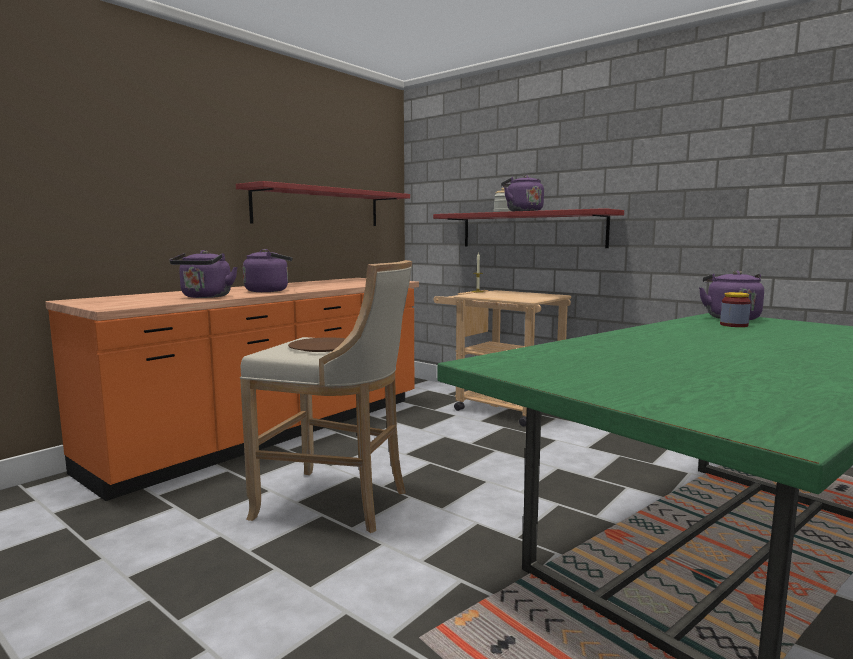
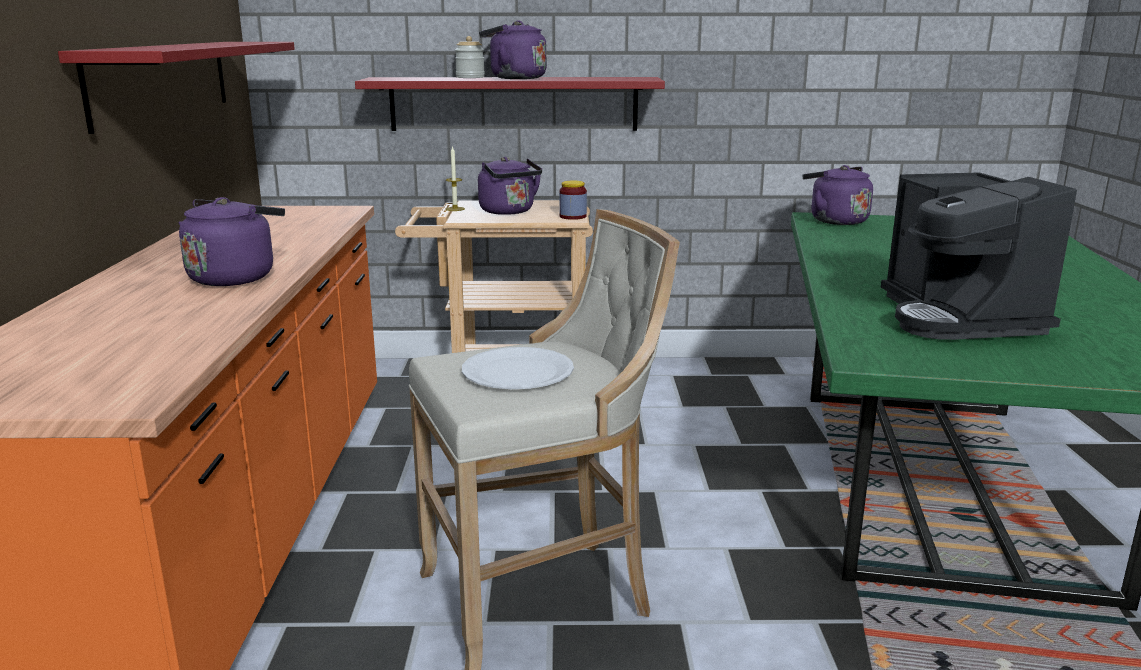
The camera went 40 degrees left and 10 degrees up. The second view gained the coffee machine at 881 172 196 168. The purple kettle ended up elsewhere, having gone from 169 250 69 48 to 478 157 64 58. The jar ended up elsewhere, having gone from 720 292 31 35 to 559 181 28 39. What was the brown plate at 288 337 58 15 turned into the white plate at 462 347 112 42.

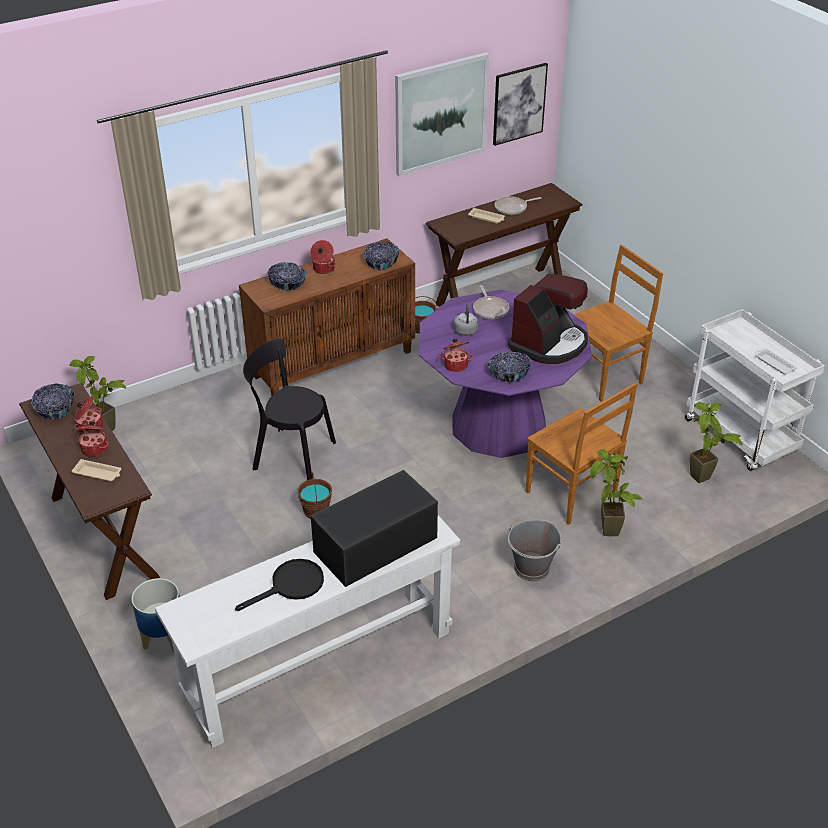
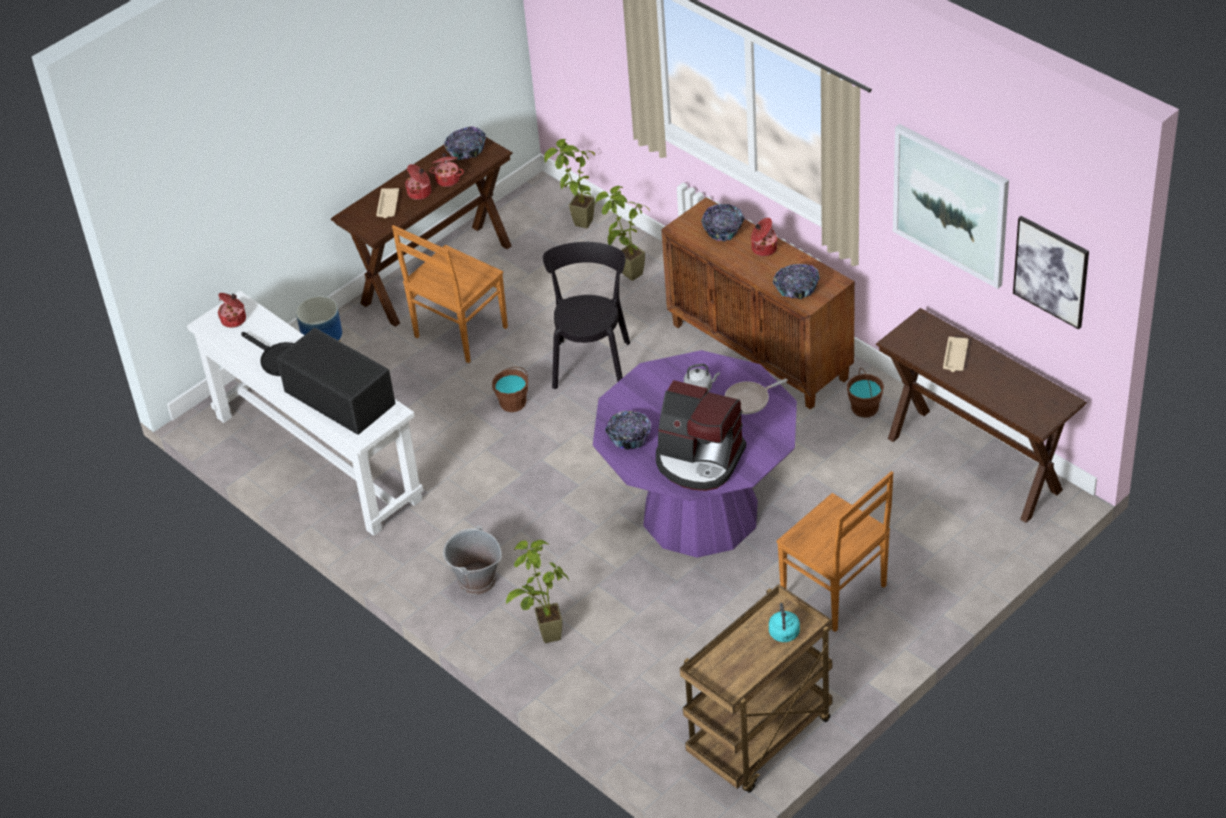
The camera went 80 degrees right and 5 degrees up. The second view lost the frying pan at 495 196 46 19. The second view lost the white tray at 755 348 42 26. The second view gained the turquoise kettle at 769 603 31 39. The cooking pot ended up elsewhere, having gone from 439 339 34 33 to 218 293 28 35. The brown chair ended up elsewhere, having gone from 526 383 112 142 to 392 225 116 138. The potted plant ended up elsewhere, having gone from 690 402 53 81 to 595 186 55 95. What was the white cart at 685 309 140 162 turned into the brown cart at 680 584 152 208.

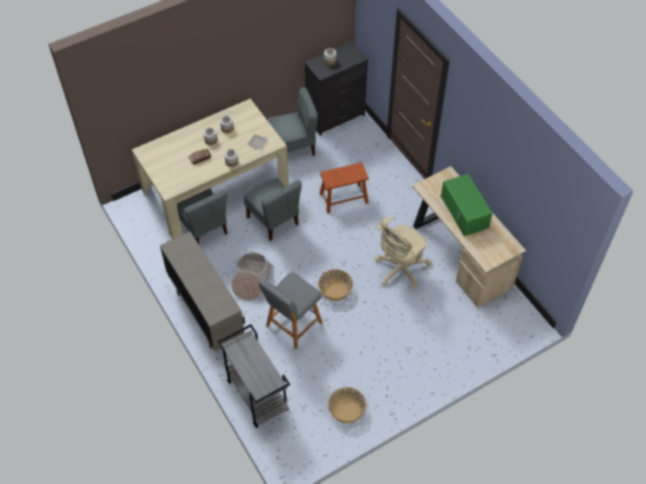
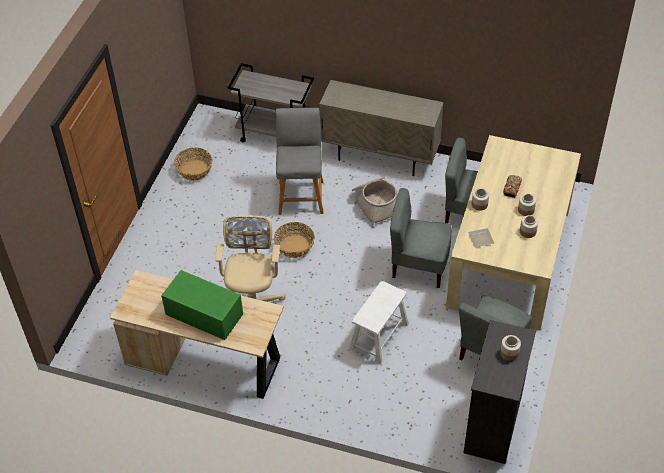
The camera went 140 degrees right and 5 degrees down. What was the brown stool at 320 163 49 50 turned into the white stool at 349 281 60 83.

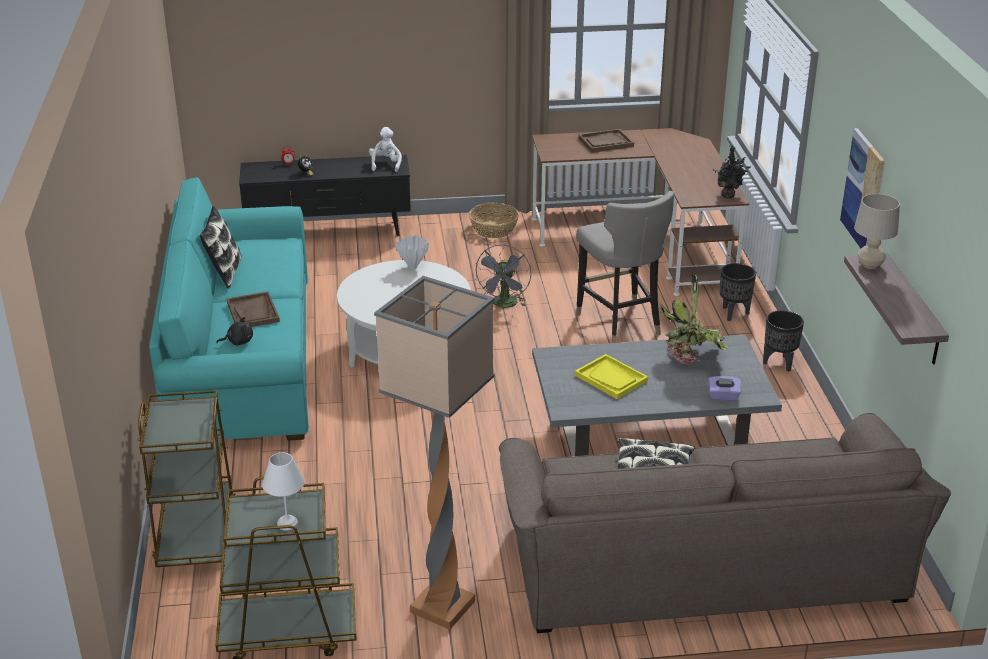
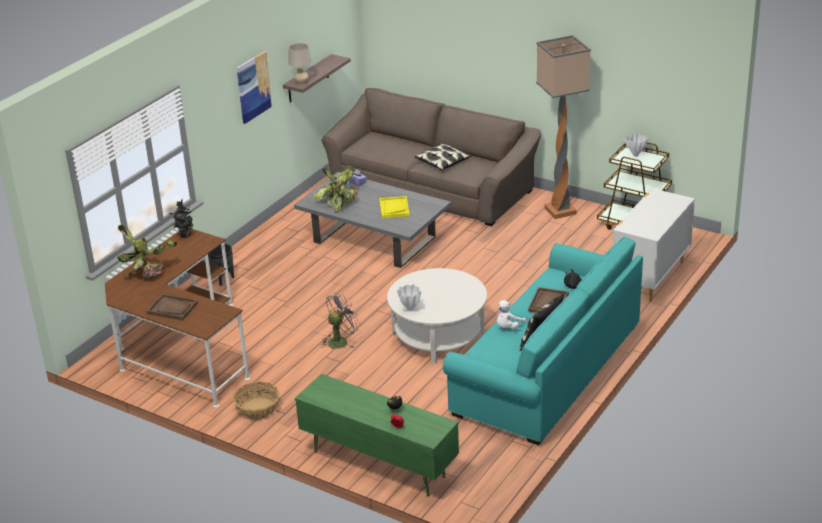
The camera went 140 degrees left and 0 degrees up. The second view lost the grey stool at 576 191 98 152. The second view lost the black planter at 763 310 41 62. The second view gained the potted plant at 118 225 59 53. The white plush toy ended up elsewhere, having gone from 369 127 33 45 to 497 300 29 29. Where the brown cart stood at 137 390 98 177, the white dresser came to stand at 612 188 83 114. Where the white table lamp stood at 262 452 43 79, the white vase came to stand at 625 133 23 24. What was the black tv stand at 239 155 172 81 turned into the green tv stand at 295 374 164 122.

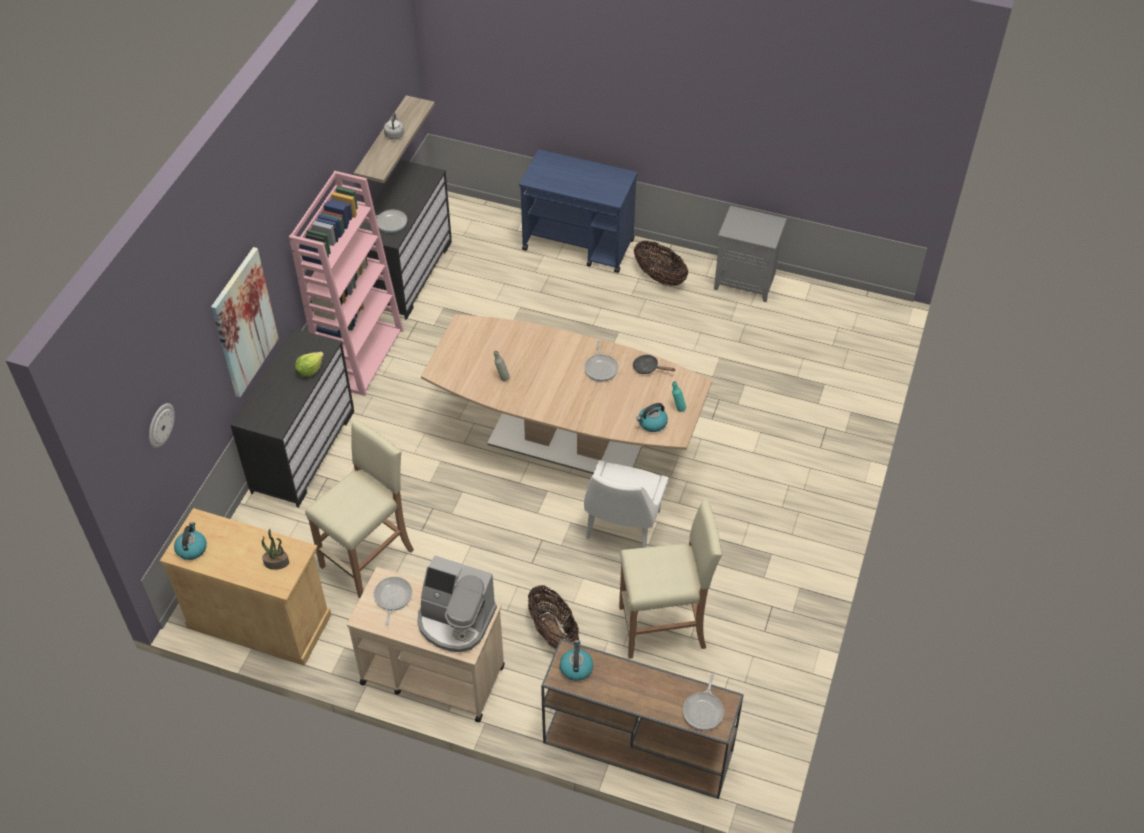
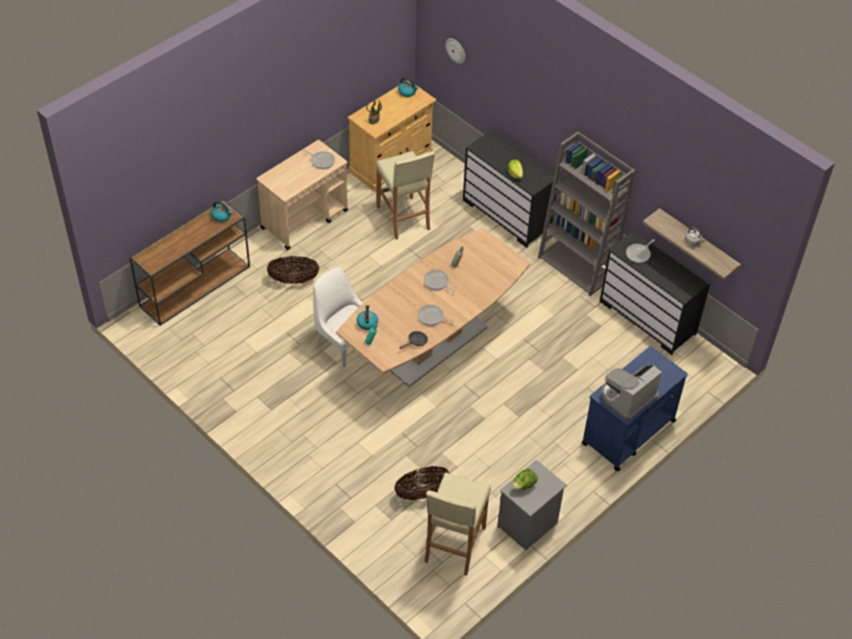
The camera went 115 degrees right and 0 degrees up. The second view lost the picture at 211 247 68 150. The second view gained the lettuce at 512 469 26 21. The coffee machine ended up elsewhere, having gone from 418 555 79 97 to 601 365 61 55. The beige stool ended up elsewhere, having gone from 619 500 103 159 to 424 473 67 103. The basket ended up elsewhere, having gone from 634 240 54 46 to 394 466 56 34. The frying pan ended up elsewhere, having gone from 683 674 41 56 to 424 270 32 23. What was the pink bookcase at 289 171 114 225 turned into the grey bookcase at 538 132 97 164.

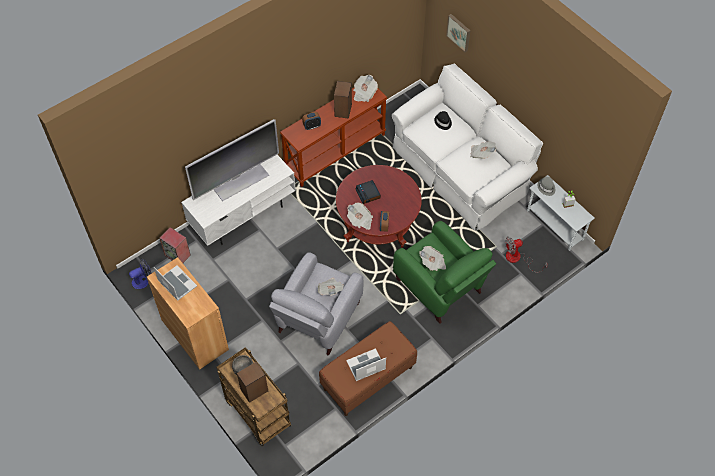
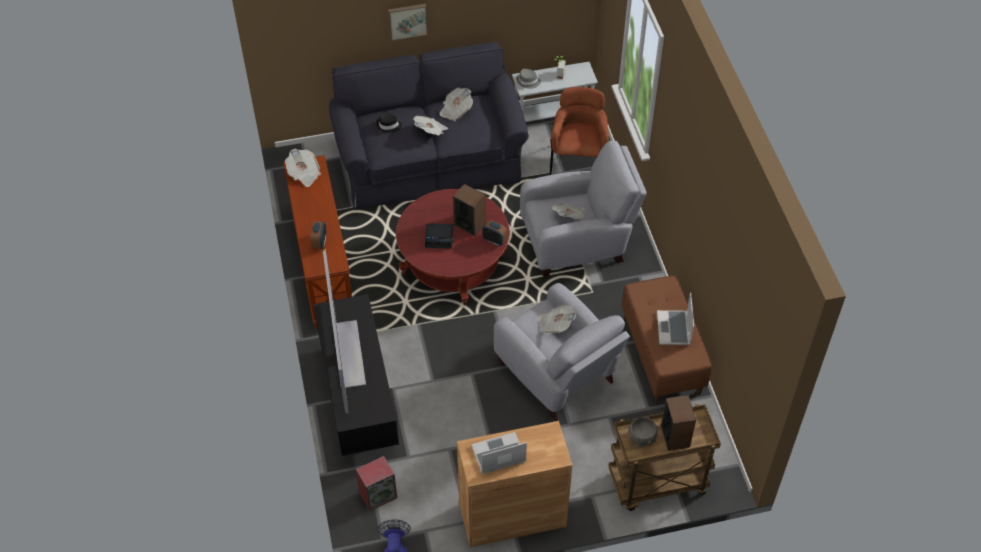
The camera went 65 degrees left and 5 degrees down. The speaker ended up elsewhere, having gone from 334 81 18 38 to 453 184 33 52. The newspaper ended up elsewhere, having gone from 347 203 26 27 to 413 116 35 19. The picture ended up elsewhere, having gone from 446 14 24 38 to 388 4 40 37. Where the fan stood at 505 237 43 35, the brown armchair came to stand at 550 87 59 88. What was the white tv stand at 181 155 115 91 turned into the black tv stand at 313 294 86 162. What was the white sofa at 392 63 151 168 turned into the black sofa at 329 42 200 168. What was the green armchair at 393 221 103 103 turned into the grey armchair at 520 140 127 138.

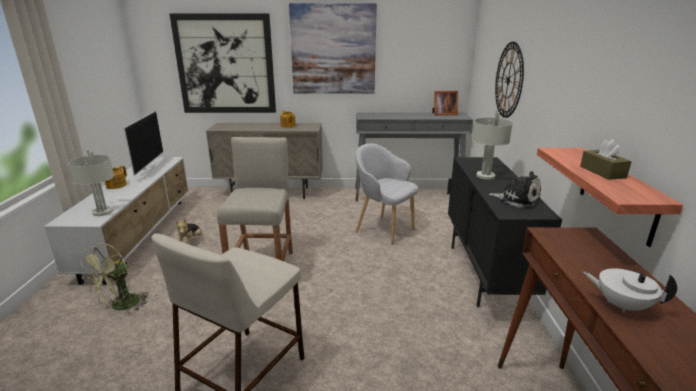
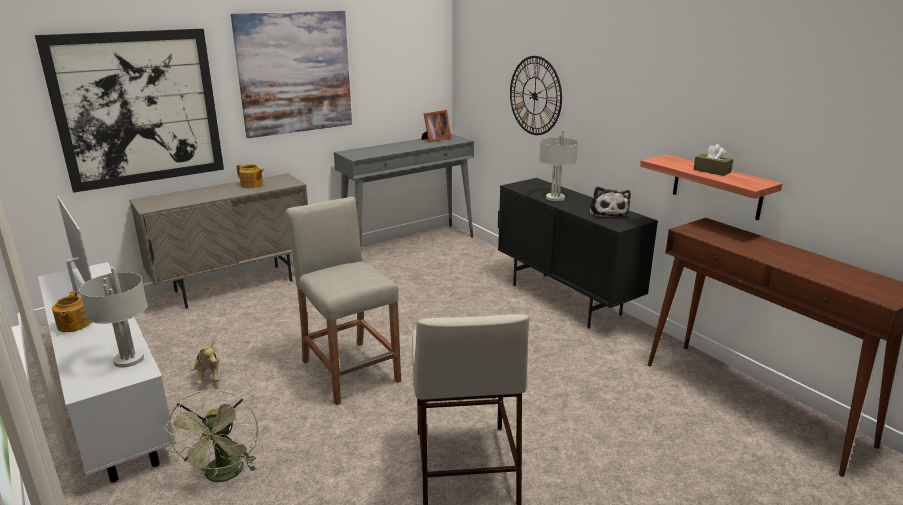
The camera went 35 degrees left and 0 degrees up. The second view lost the grey armchair at 355 143 63 101. The second view lost the white teapot at 583 268 94 45. The plush toy at 488 171 53 37 ended up facing another way, 90 degrees clockwise from before.

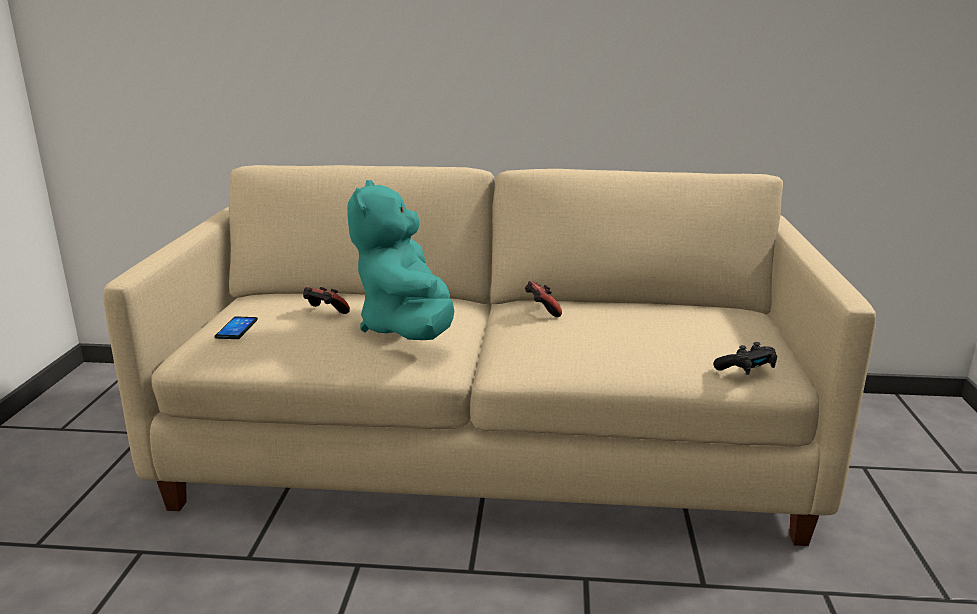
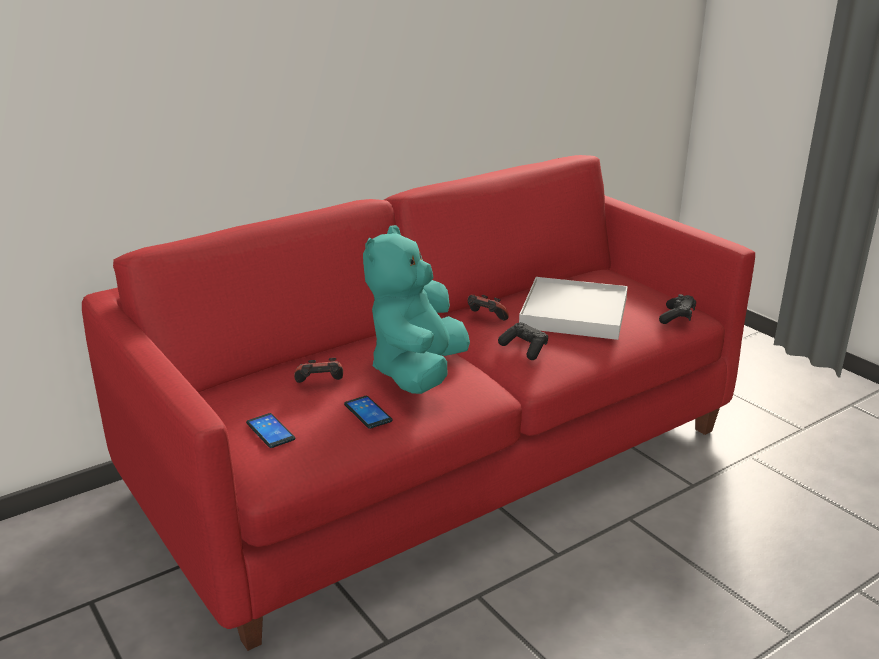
The camera went 40 degrees left and 5 degrees up. The second view gained the phone at 344 396 49 33. The second view gained the black game controller at 498 323 50 37. The second view gained the white tray at 519 277 109 63. What was the beige sofa at 103 165 773 381 turned into the red sofa at 82 155 673 496. The turquoise plush toy at 347 180 107 160 ended up facing another way, 60 degrees clockwise from before.

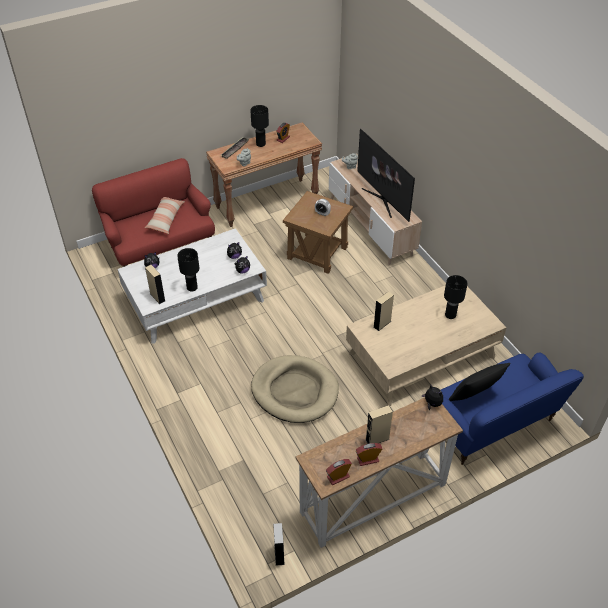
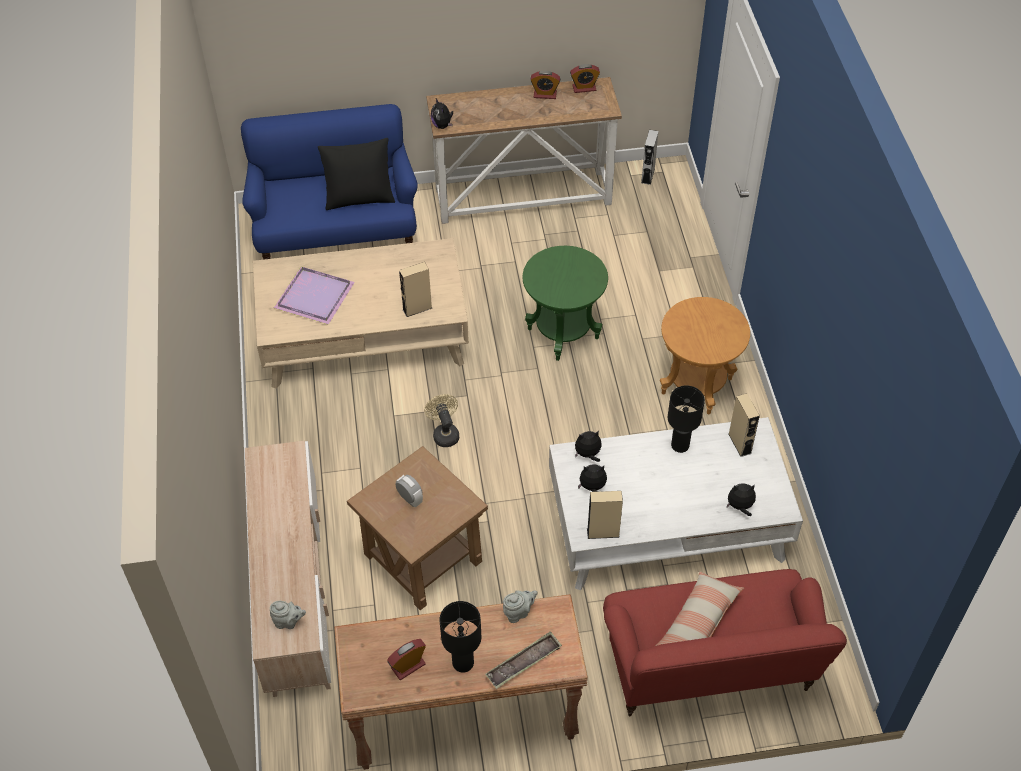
The camera went 160 degrees left and 5 degrees up. The second view lost the television at 357 129 58 93. The second view gained the beige fan at 424 394 35 53. The second view gained the brown side table at 660 297 90 117. The beige speaker ended up elsewhere, having gone from 365 405 28 39 to 587 491 36 48. Where the beige dog bed stood at 251 355 88 68, the green side table came to stand at 522 246 86 115. Where the black table lamp stood at 444 275 24 44, the purple tray came to stand at 274 267 81 57.

